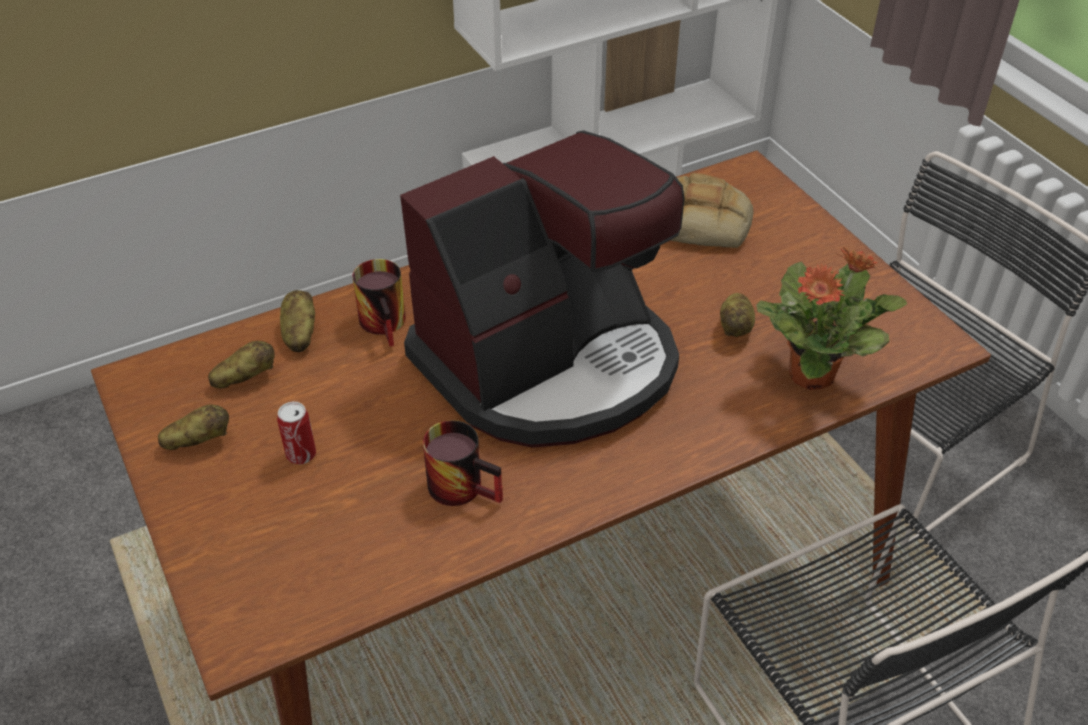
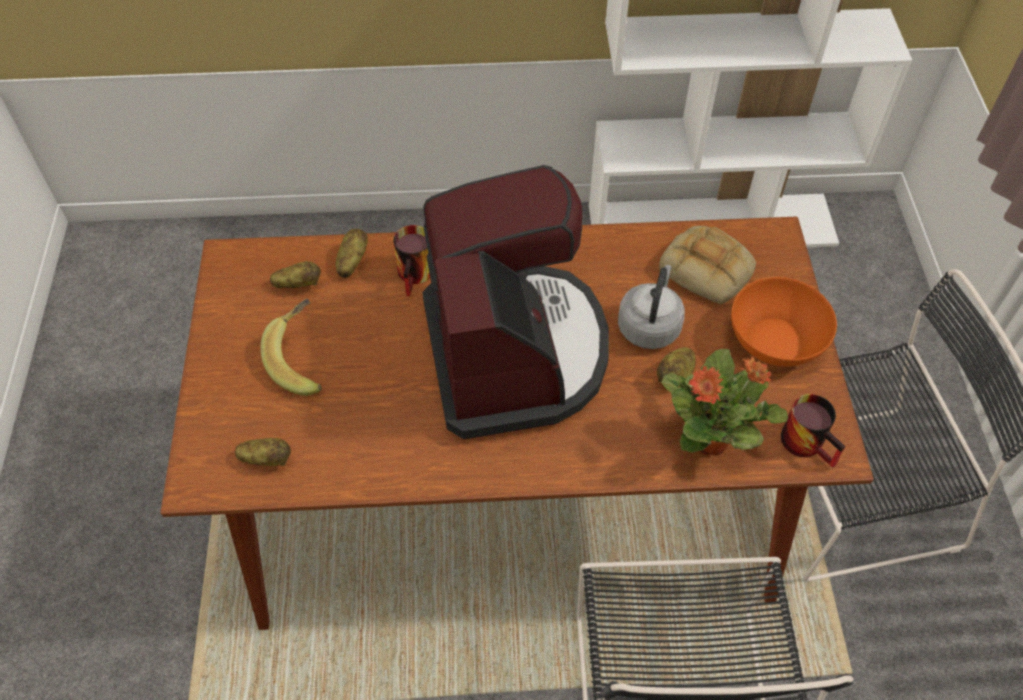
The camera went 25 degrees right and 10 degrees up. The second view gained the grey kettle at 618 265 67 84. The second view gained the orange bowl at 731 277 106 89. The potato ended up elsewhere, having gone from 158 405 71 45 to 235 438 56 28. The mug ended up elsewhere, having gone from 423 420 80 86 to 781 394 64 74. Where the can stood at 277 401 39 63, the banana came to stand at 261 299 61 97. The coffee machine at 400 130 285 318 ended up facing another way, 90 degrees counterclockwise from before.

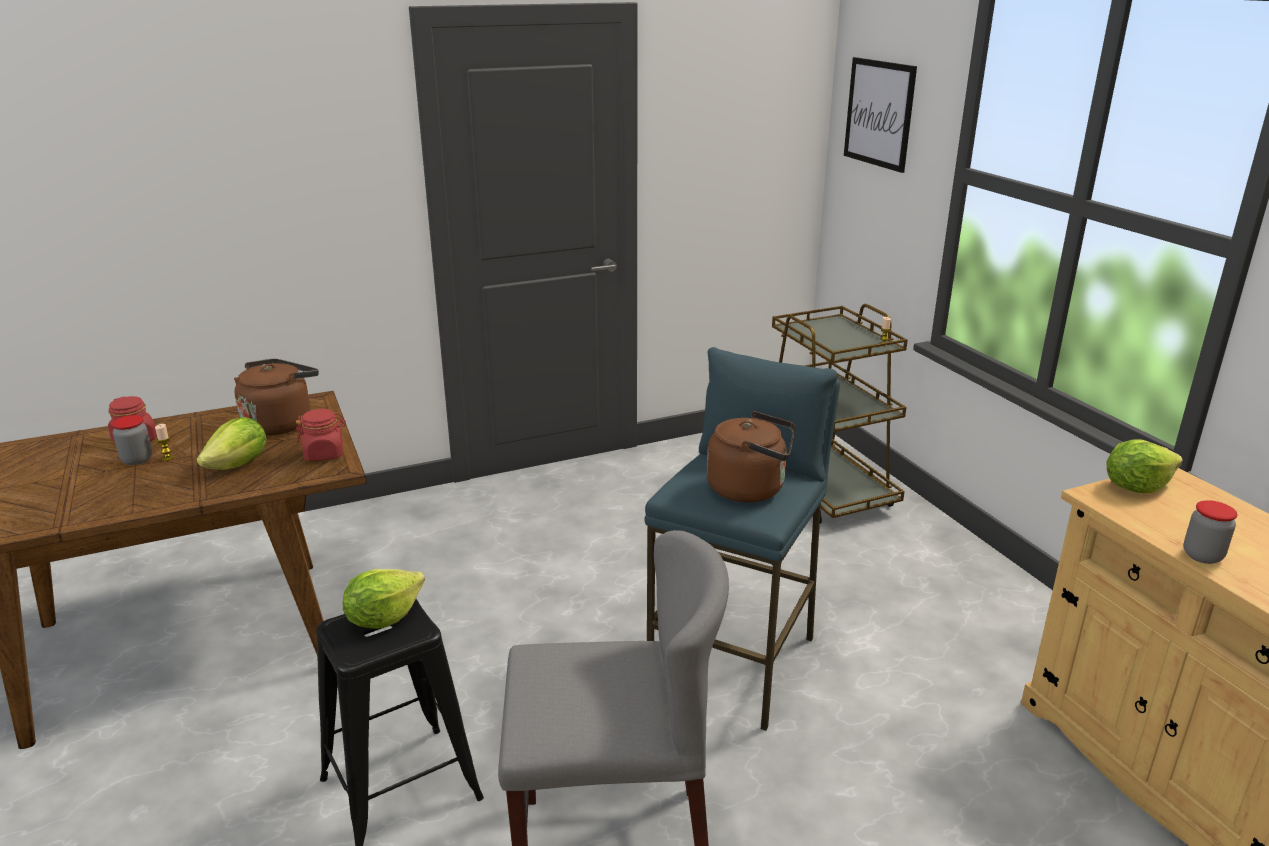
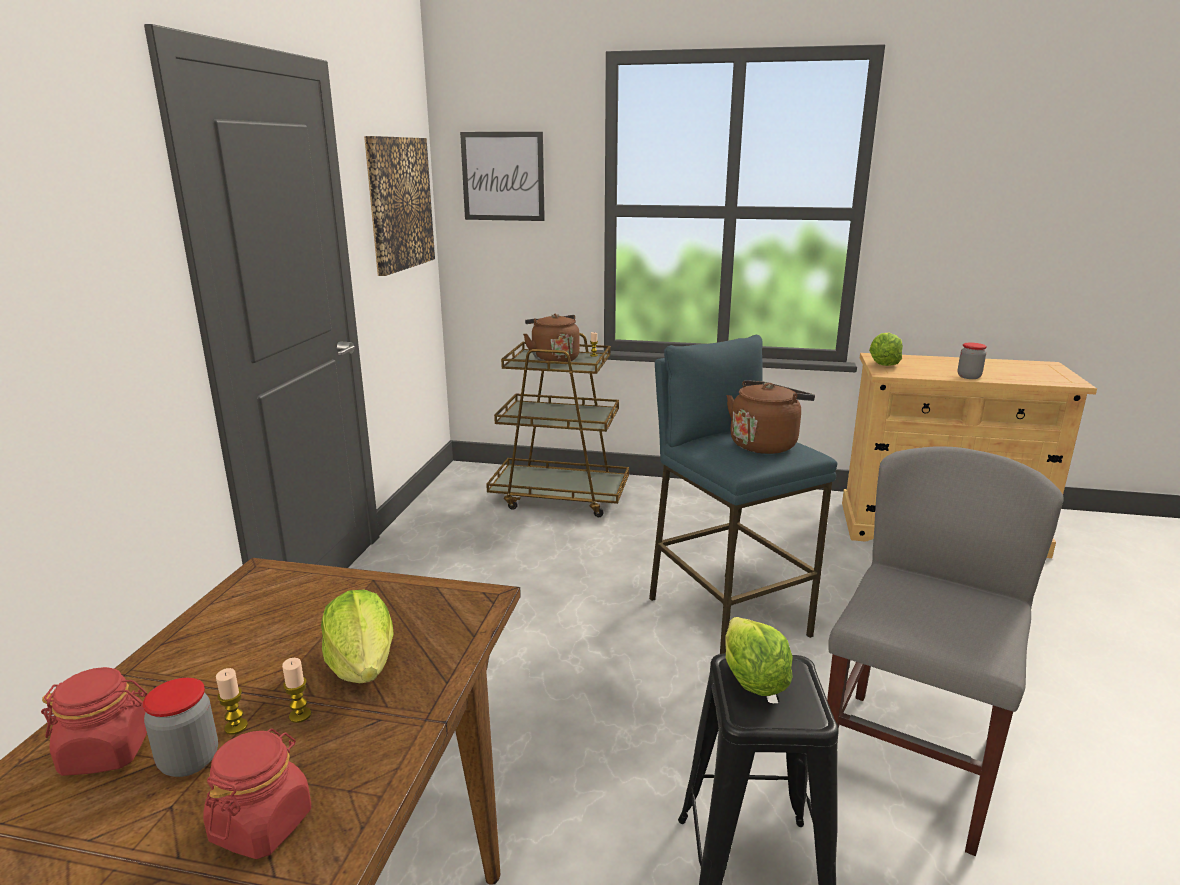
The camera went 55 degrees left and 5 degrees down. The second view gained the candle at 282 658 29 65. The second view gained the picture at 364 136 71 140. The brown kettle ended up elsewhere, having gone from 234 359 85 76 to 523 314 57 50. The red jar ended up elsewhere, having gone from 296 409 50 52 to 203 728 108 131.

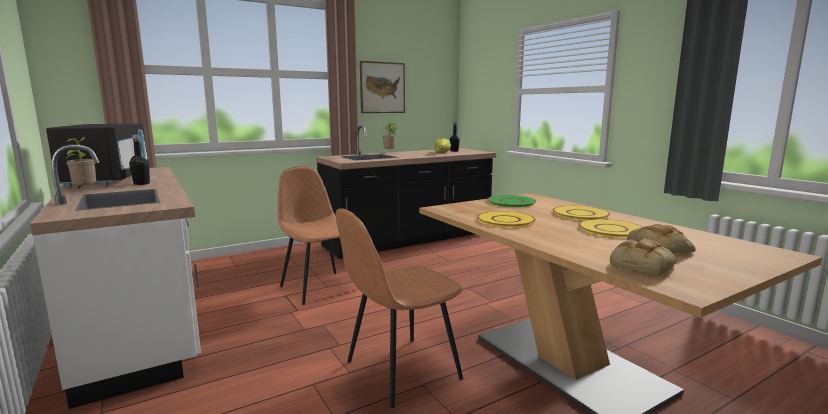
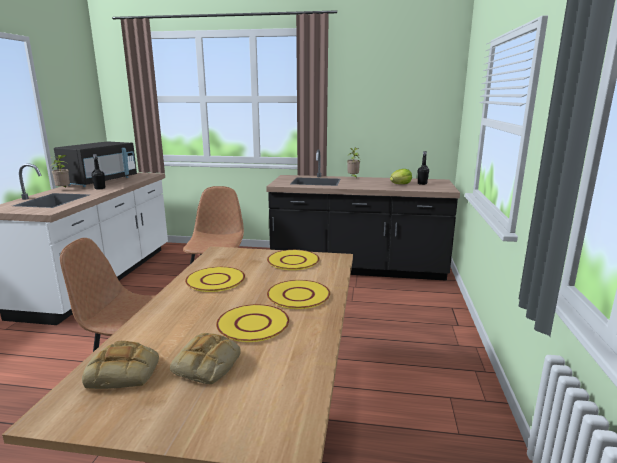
The camera went 40 degrees right and 5 degrees up. The second view lost the picture at 360 61 45 52. What was the green plate at 487 195 49 12 turned into the yellow plate at 267 250 53 20.

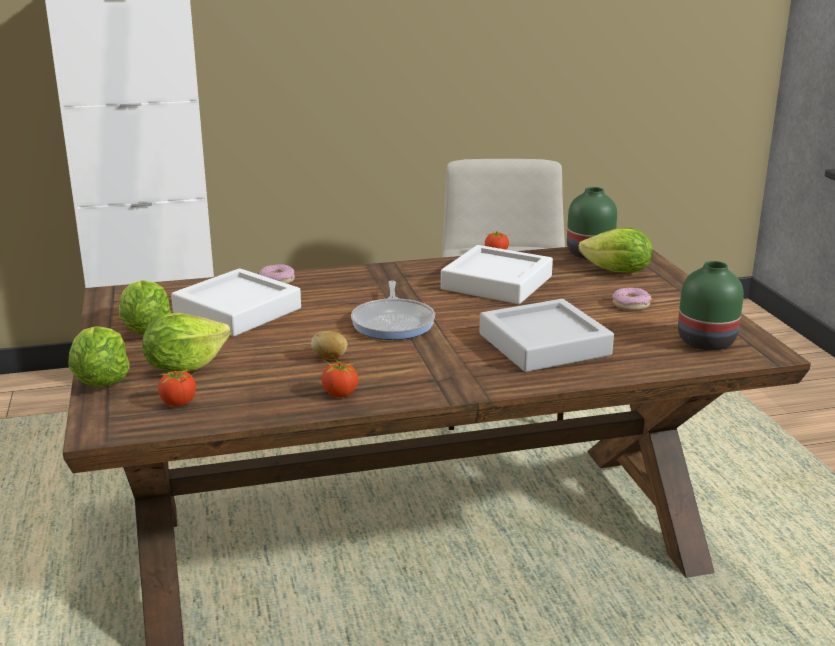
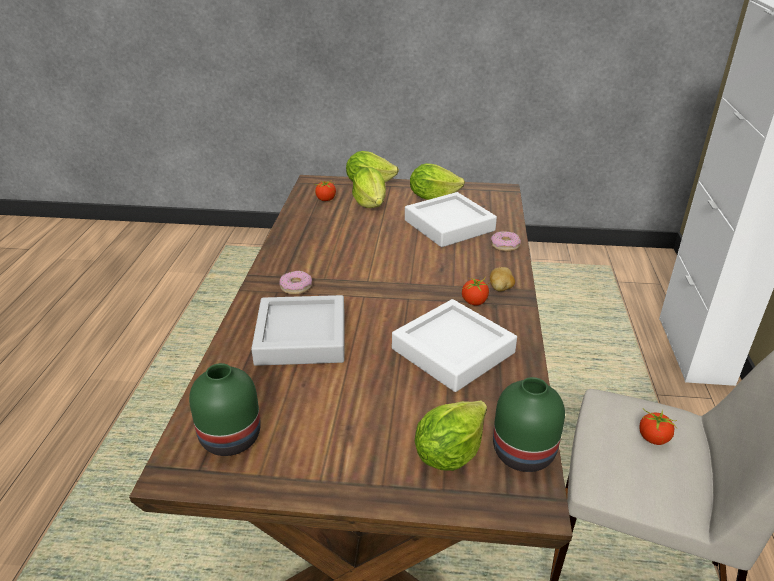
The camera went 110 degrees right and 10 degrees up. The second view lost the frying pan at 351 280 84 60. The potato ended up elsewhere, having gone from 311 331 36 29 to 490 267 25 25. The tomato ended up elsewhere, having gone from 322 355 36 43 to 462 275 30 30. The donut ended up elsewhere, having gone from 612 288 40 23 to 280 271 32 23.

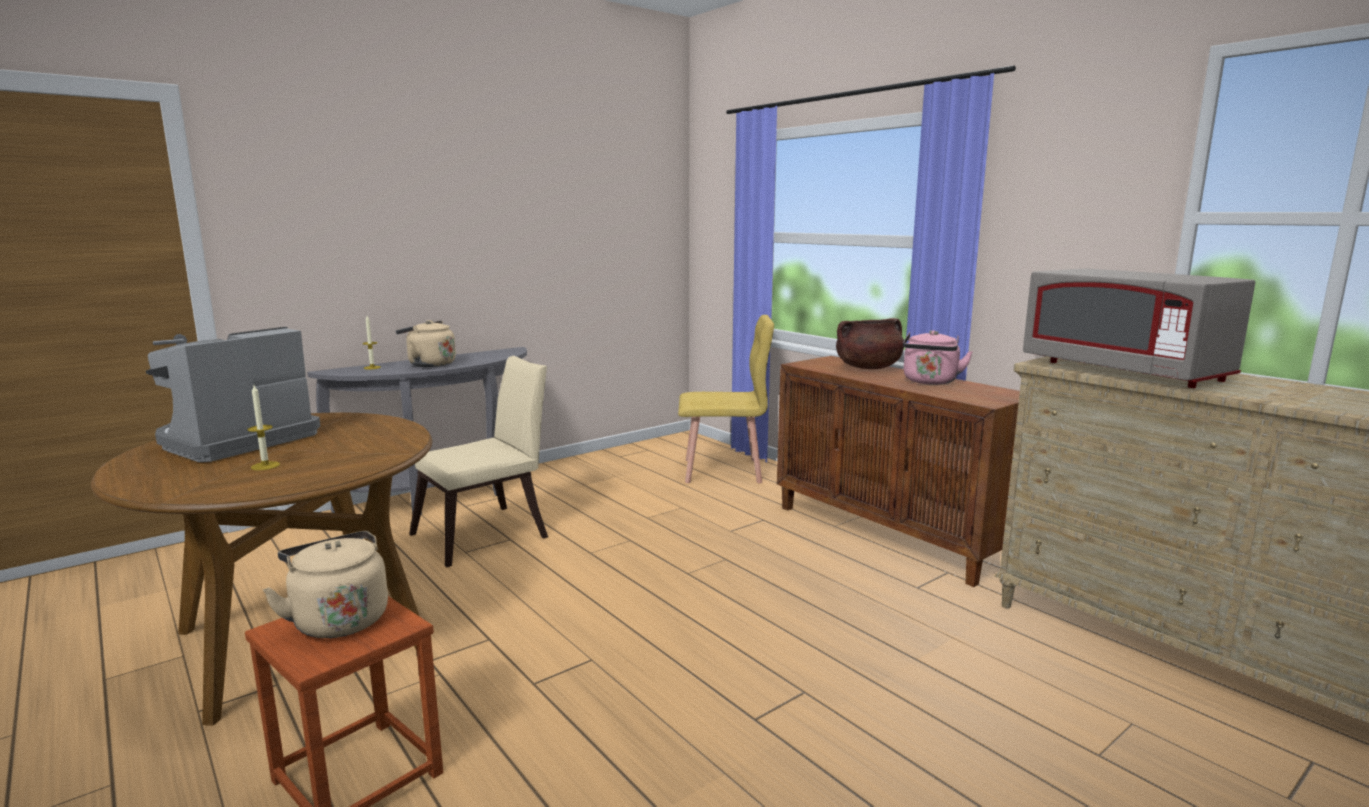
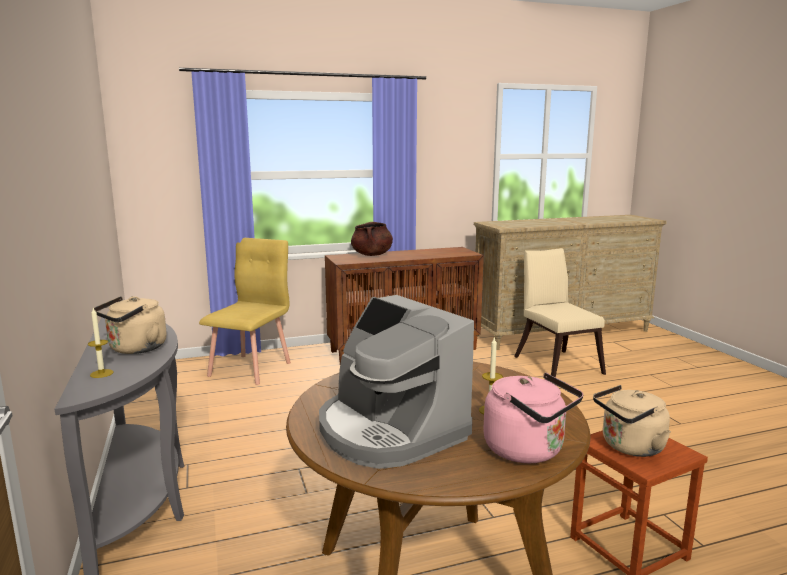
The camera went 70 degrees left and 0 degrees up. The second view lost the grey microwave at 1023 268 233 120. The beige chair ended up elsewhere, having gone from 409 356 139 211 to 514 248 92 130. The pink kettle ended up elsewhere, having gone from 903 330 70 55 to 483 373 100 90.

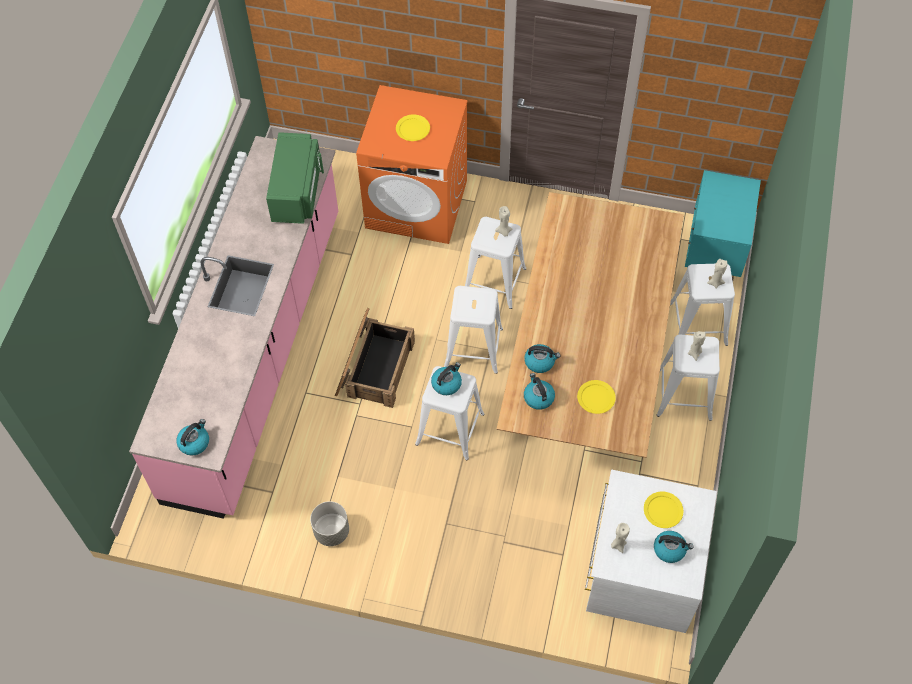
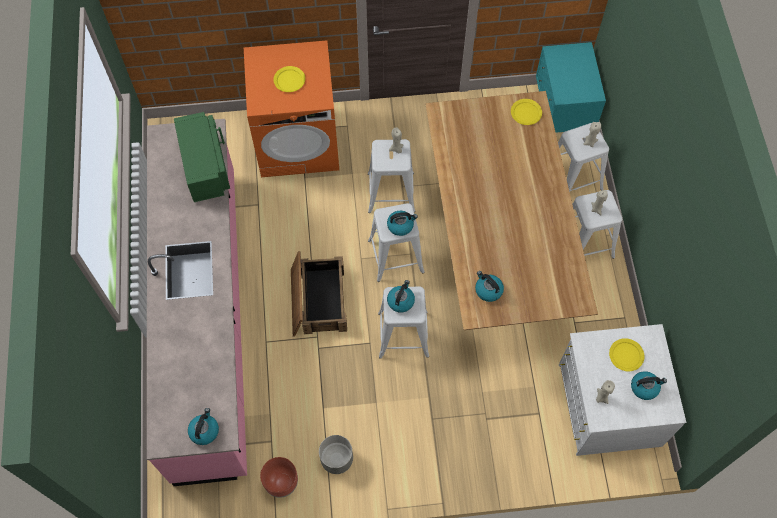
The camera went 20 degrees left and 5 degrees up. The second view gained the brown planter at 260 457 38 41. The kettle ended up elsewhere, having gone from 524 344 36 29 to 387 211 31 25. The yellow plate ended up elsewhere, having gone from 577 380 39 34 to 511 99 31 26.

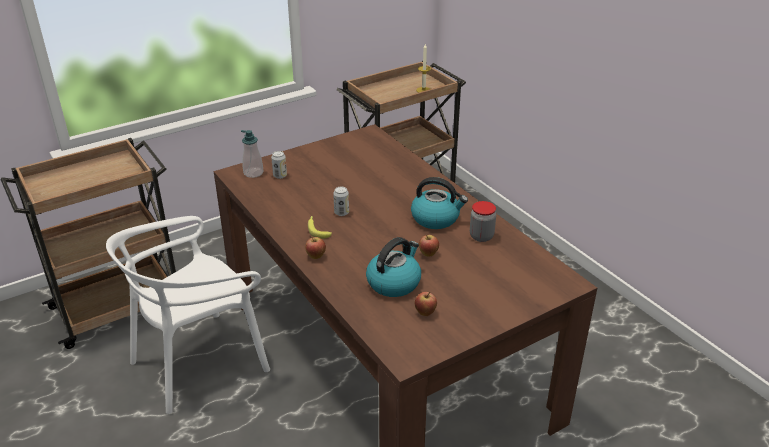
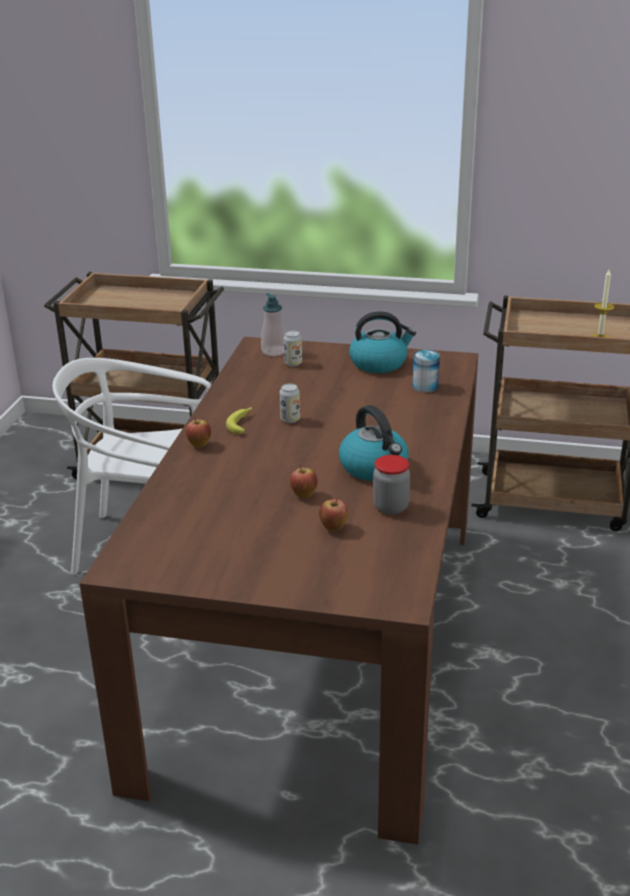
The camera went 45 degrees right and 5 degrees down. The second view gained the can at 412 350 28 42. The kettle ended up elsewhere, having gone from 366 237 55 60 to 349 311 67 62. The apple ended up elsewhere, having gone from 415 292 22 24 to 319 499 29 31.

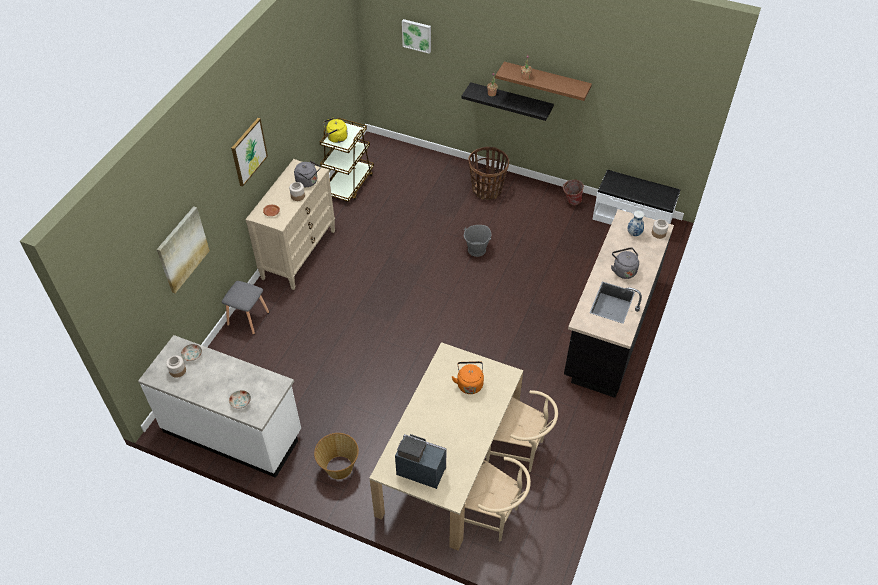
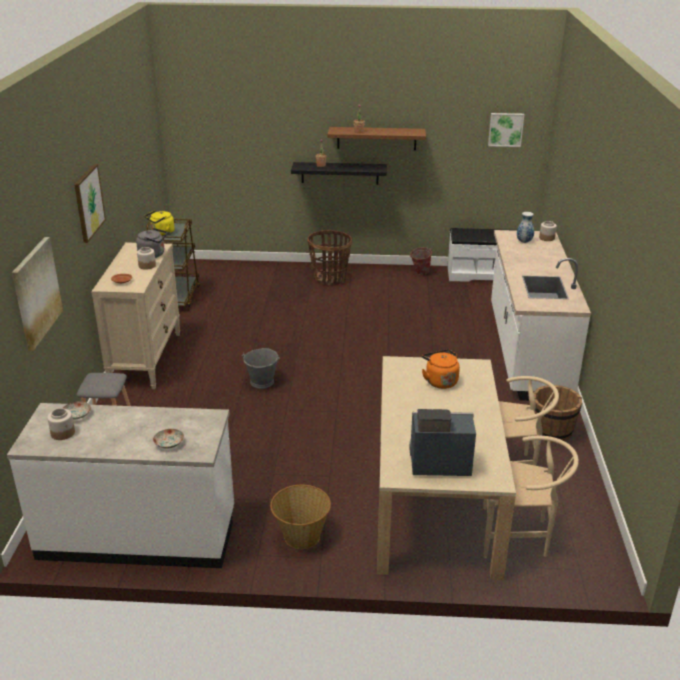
The camera went 20 degrees left and 20 degrees down. The second view lost the grey kettle at 611 247 28 32. The second view gained the brown bucket at 533 385 49 58. The picture ended up elsewhere, having gone from 402 19 29 35 to 488 113 36 34. The grey bucket ended up elsewhere, having gone from 464 225 27 32 to 242 348 38 41. What was the black counter at 564 209 110 189 turned into the white counter at 491 230 100 171.

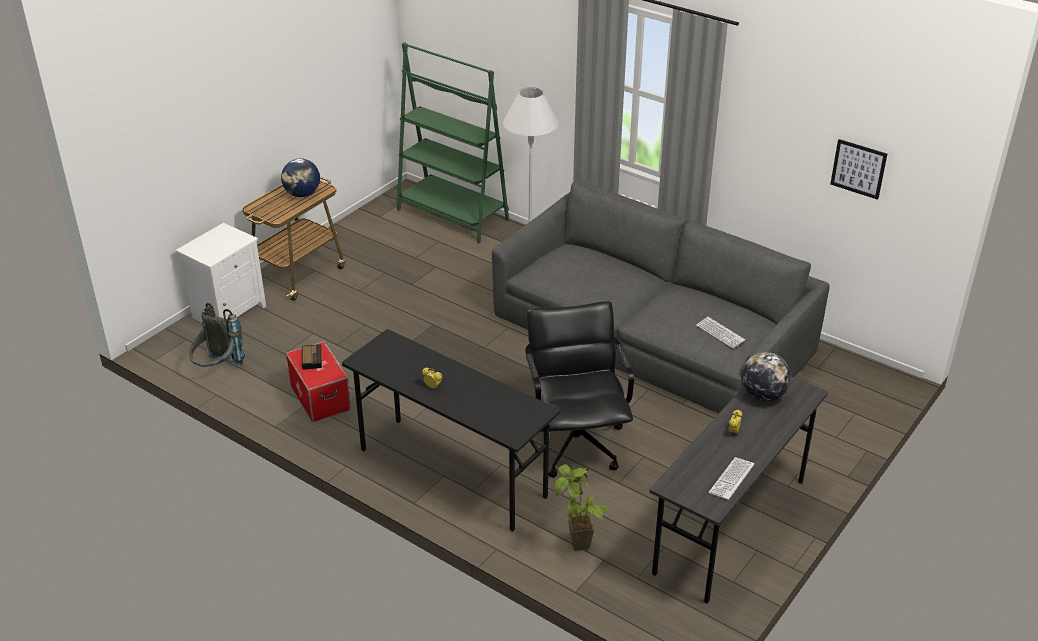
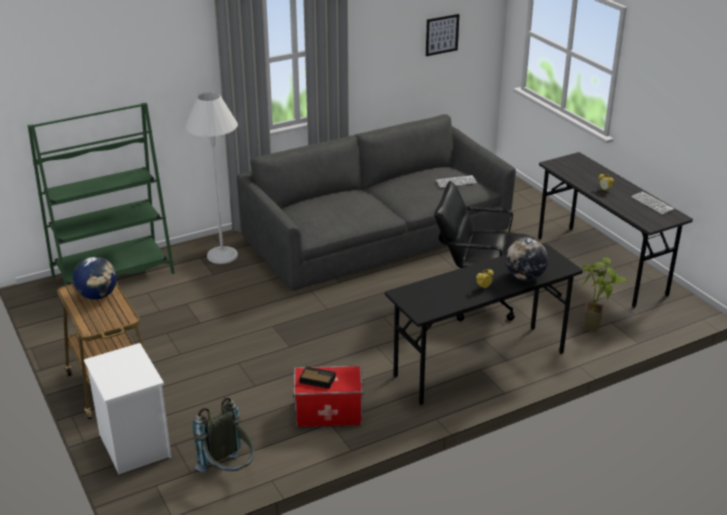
The camera went 65 degrees left and 5 degrees down. The globe ended up elsewhere, having gone from 741 352 50 49 to 505 238 43 43.

